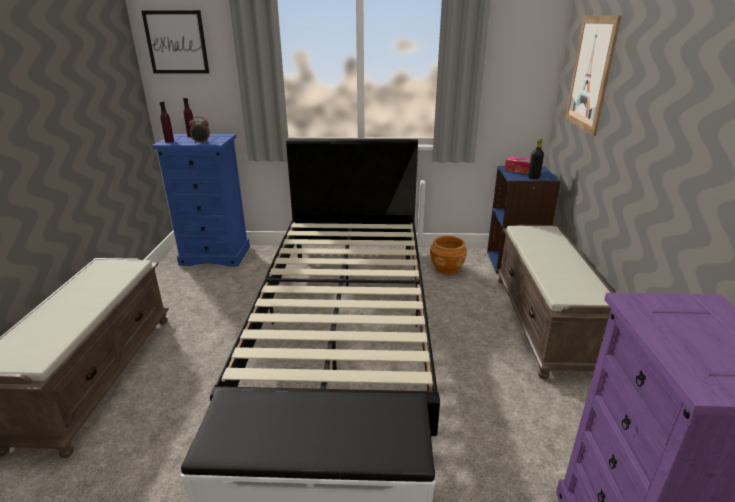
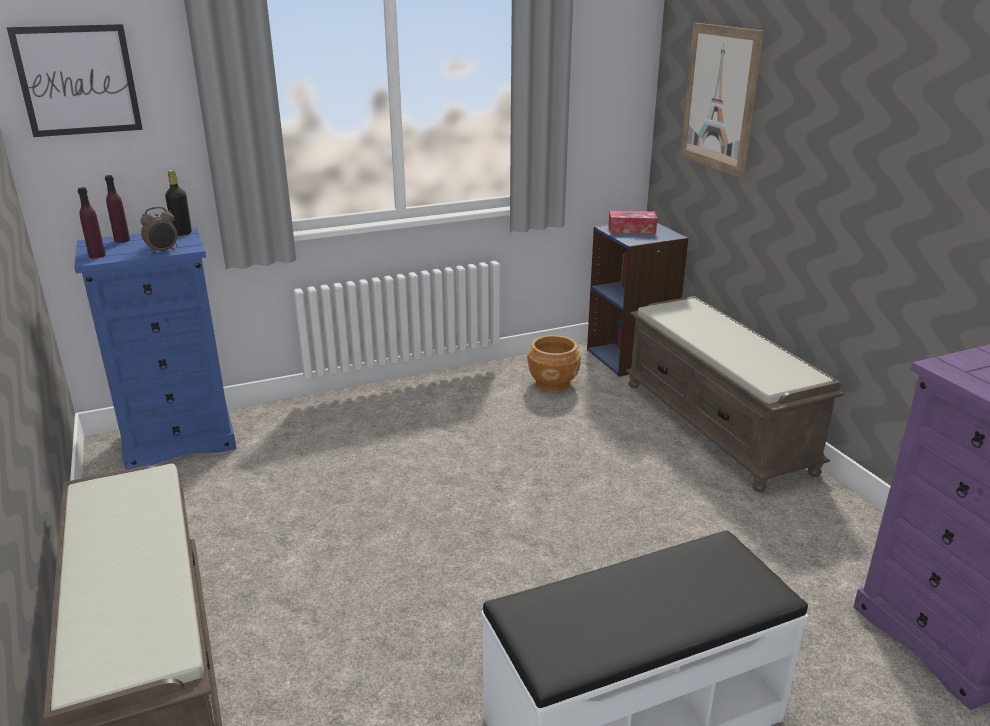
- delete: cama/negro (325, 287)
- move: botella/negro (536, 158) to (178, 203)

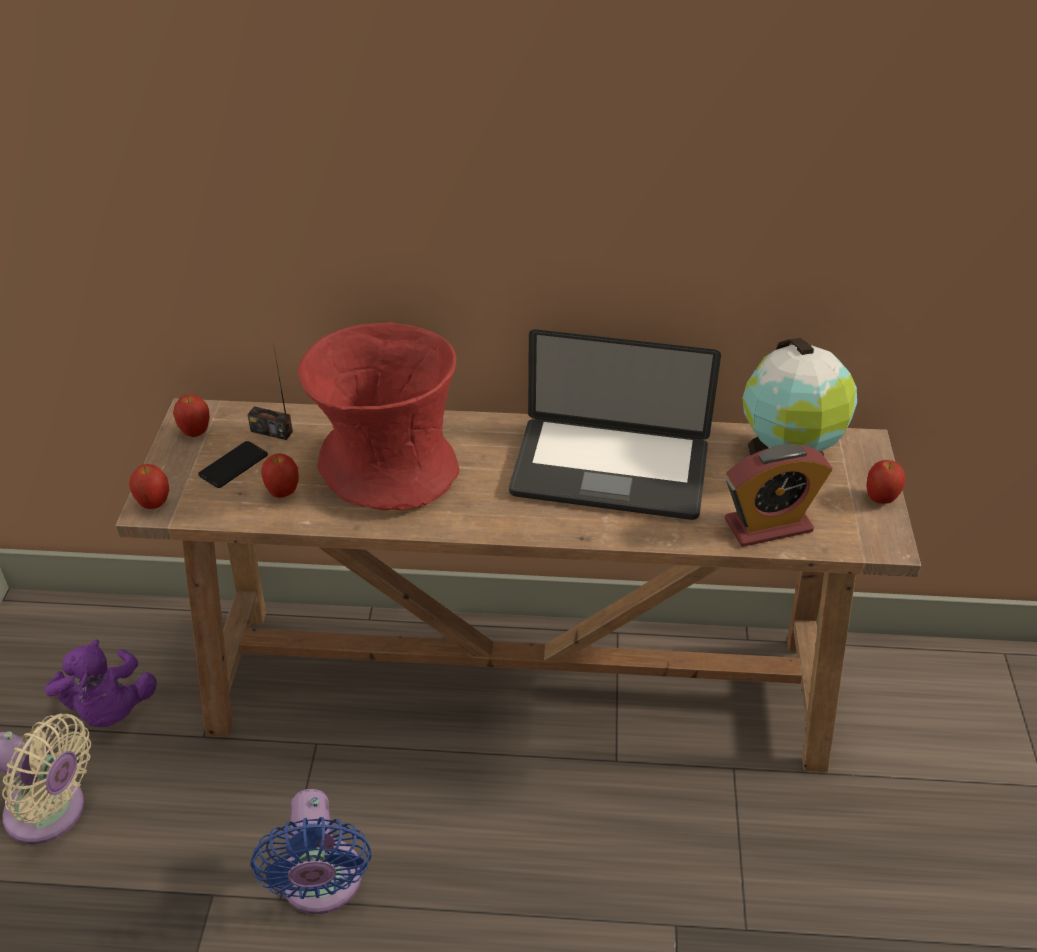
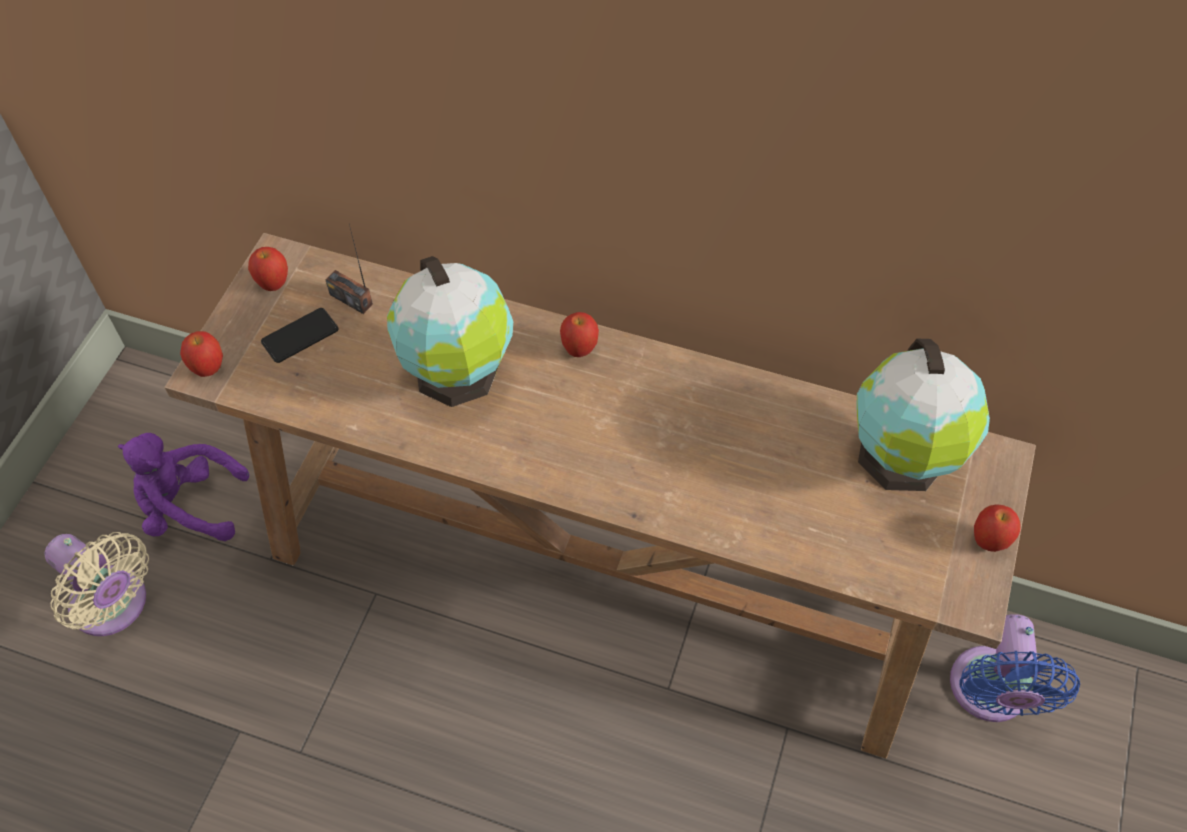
- delete: portátil (615, 424)
- delete: despertador (778, 495)
- move: ventilador/azul (311, 851) to (1015, 668)
- move: manzana (280, 475) to (579, 334)
- replace: florero/rojo (378, 416) to globo terráqueo (450, 331)
- rotate: peluche/morado (101, 683) = (183, 487) 105 degrees clockwise

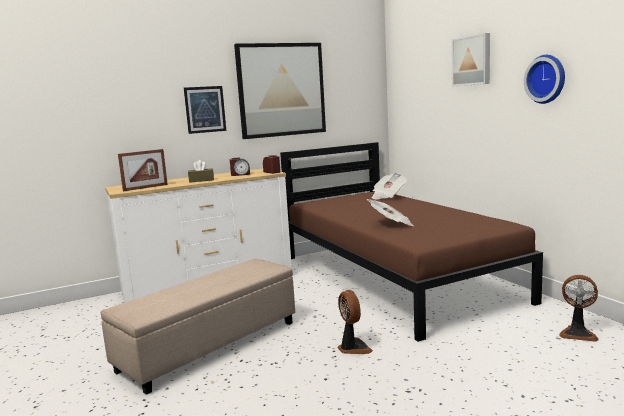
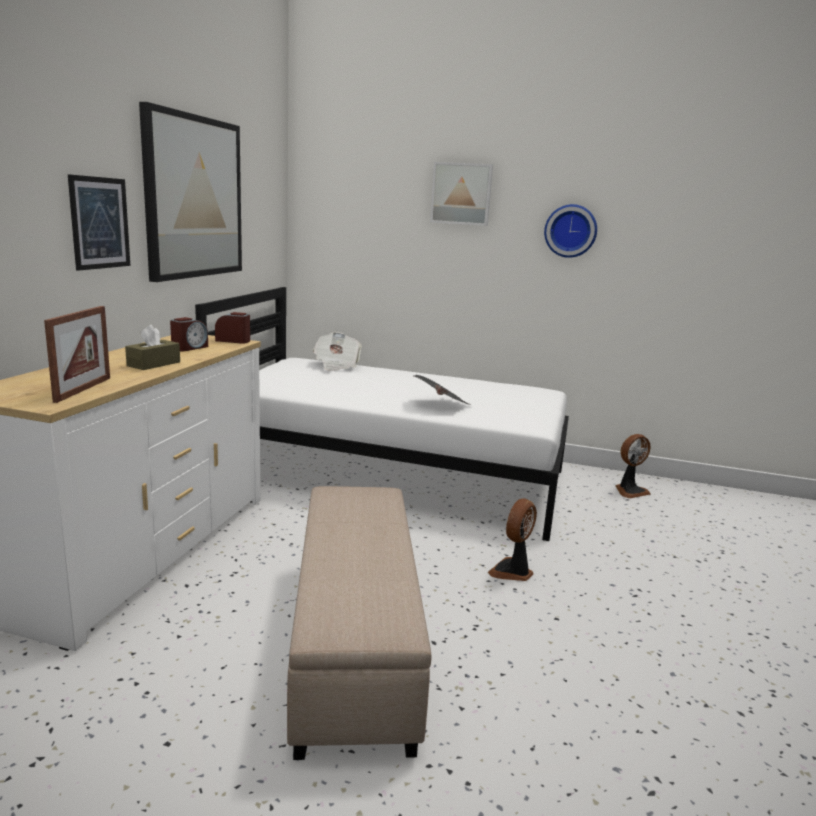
- recolor: cama/marrón (411, 242) to cama/blanco (382, 414)
- rotate: ventilador (355, 322) = (512, 539) 75 degrees counterclockwise

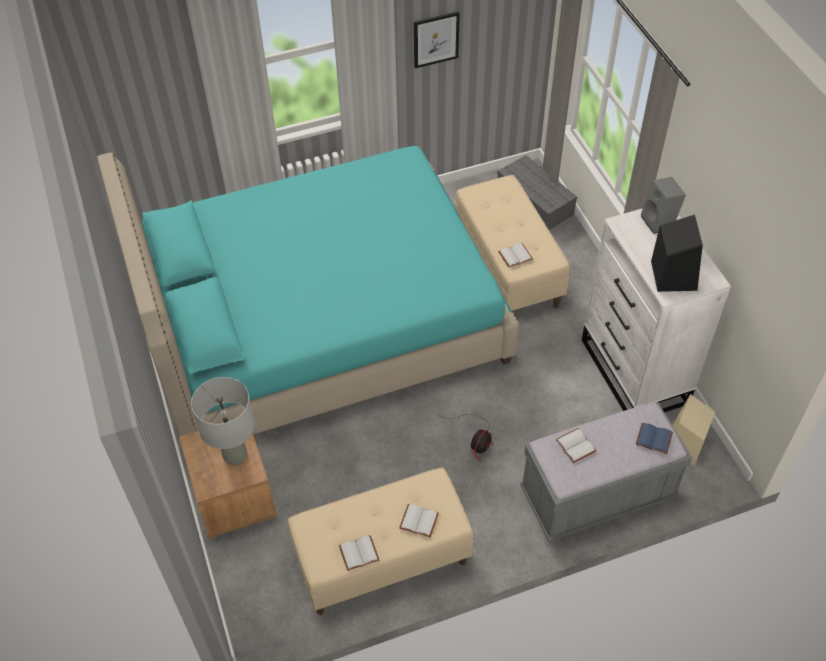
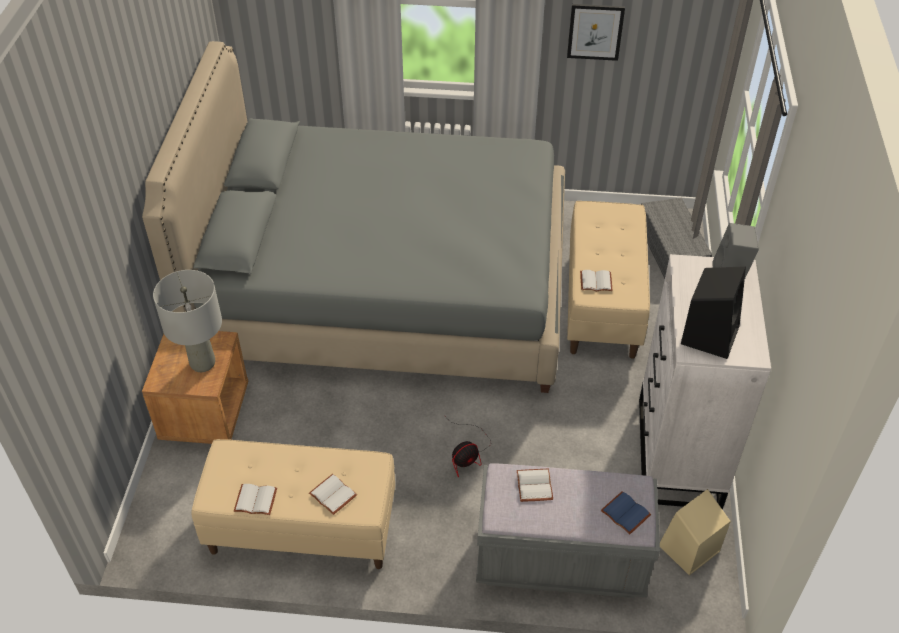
- recolor: cama/turquesa (308, 291) to cama/gris (353, 217)

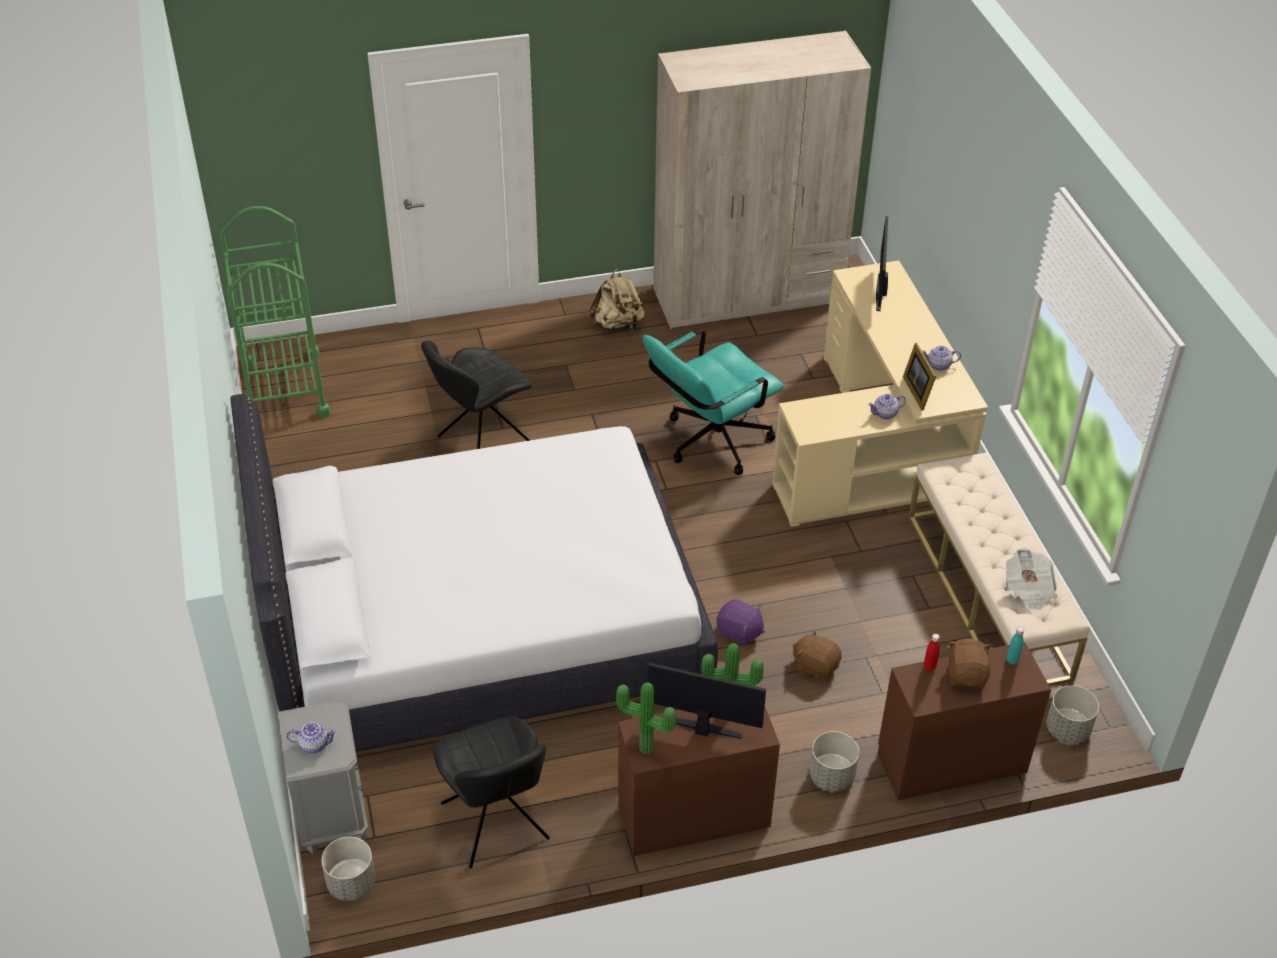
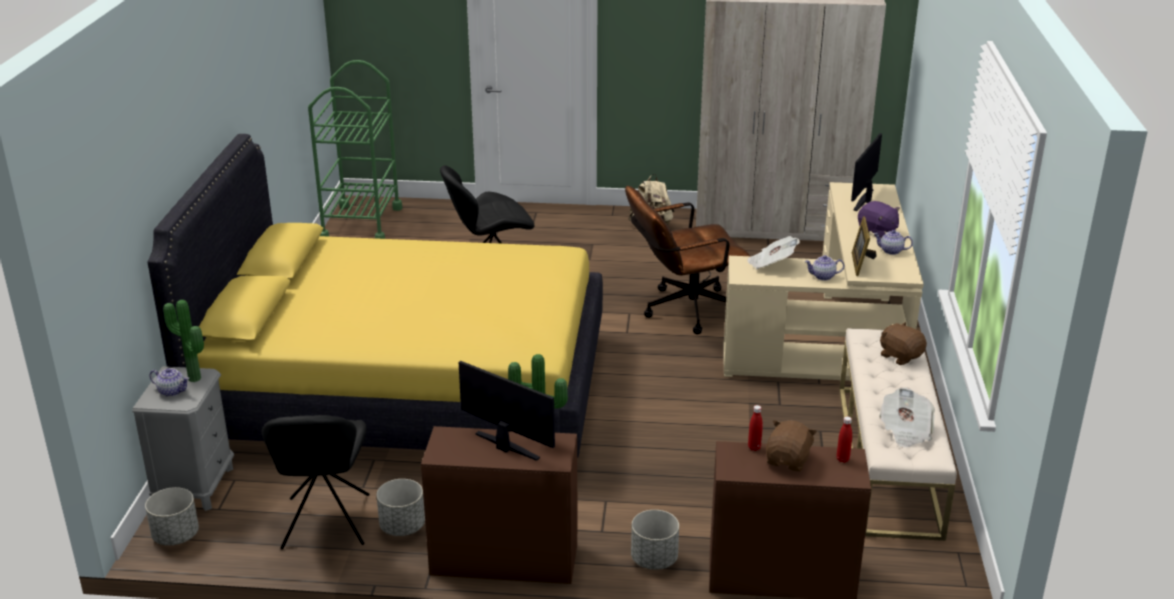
- insert: periódico (773, 253)
- move: planta en maceta (646, 718) to (183, 341)
- move: peluche/morado (740, 622) to (879, 219)
- move: peluche/marrón (817, 655) to (903, 343)
- move: maceta/gris (1073, 714) to (400, 507)
- recolor: cama/blanco (474, 573) to cama/amarillo (375, 296)
- recolor: silla de oficina/turquesa (713, 402) to silla de oficina/marrón (687, 260)
- recolor: botella/turquesa (1015, 645) to botella/rojo (844, 439)

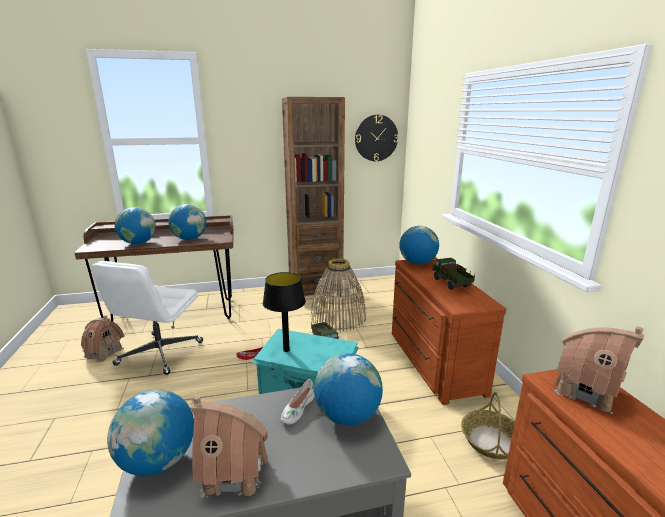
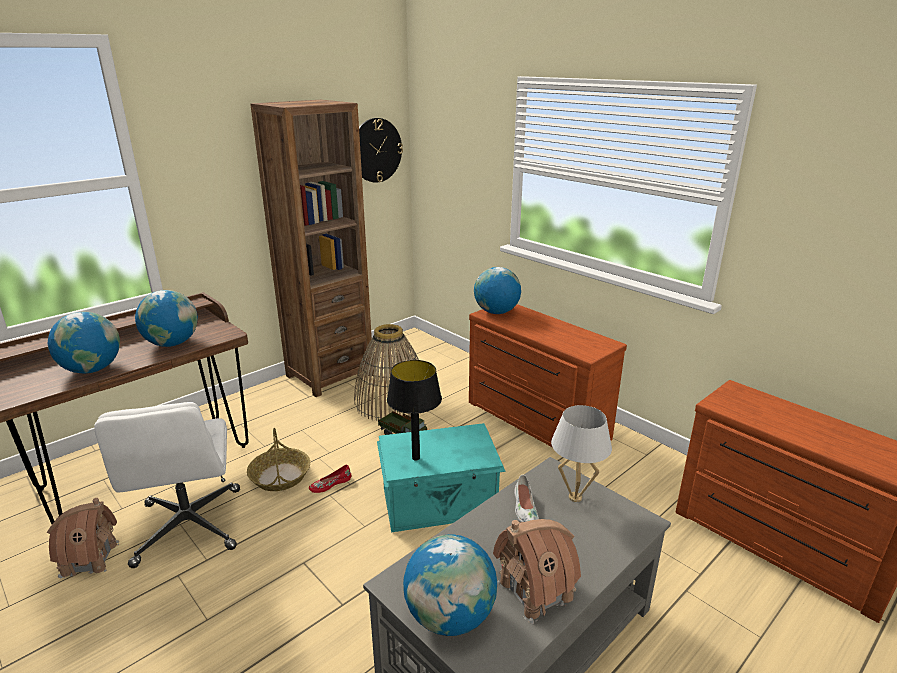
- delete: camión de juguete (453, 274)
- delete: casita (599, 370)
- move: cesta (488, 425) to (278, 459)
- replace: globo terráqueo (348, 389) to lámpara de mesa/blanco (581, 453)

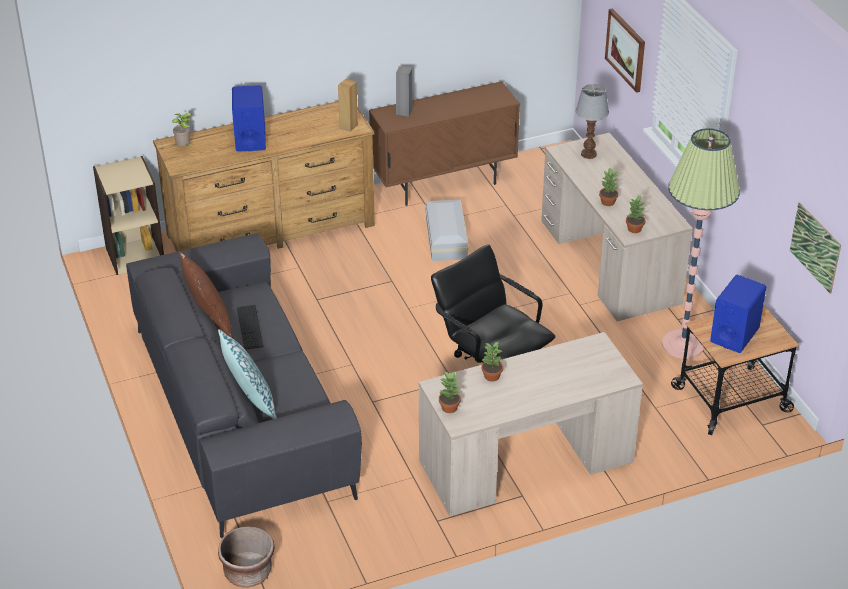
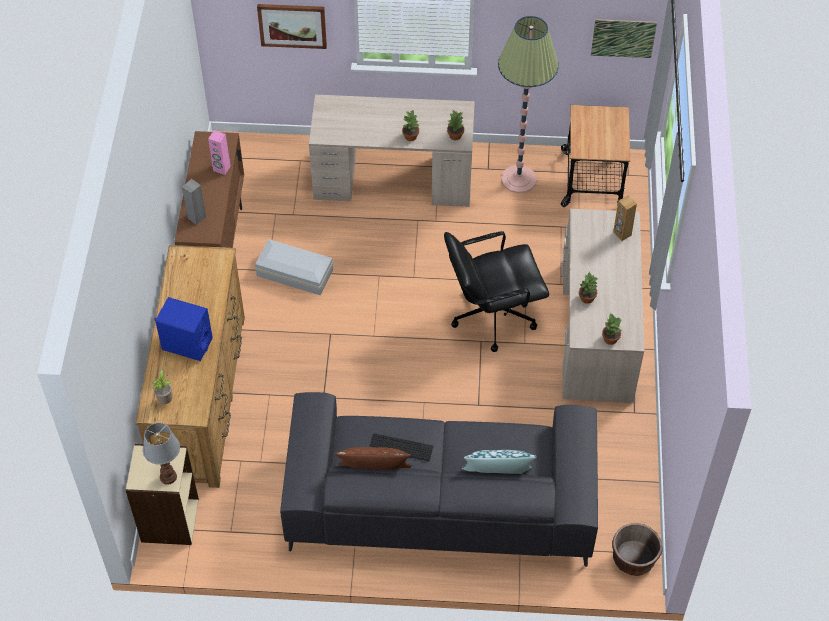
- delete: altavoz/azul (738, 314)
- insert: altavoz/rosa (219, 152)
- move: altavoz/marrón (348, 105) to (625, 218)
- move: lámpara de mesa (592, 121) to (161, 454)

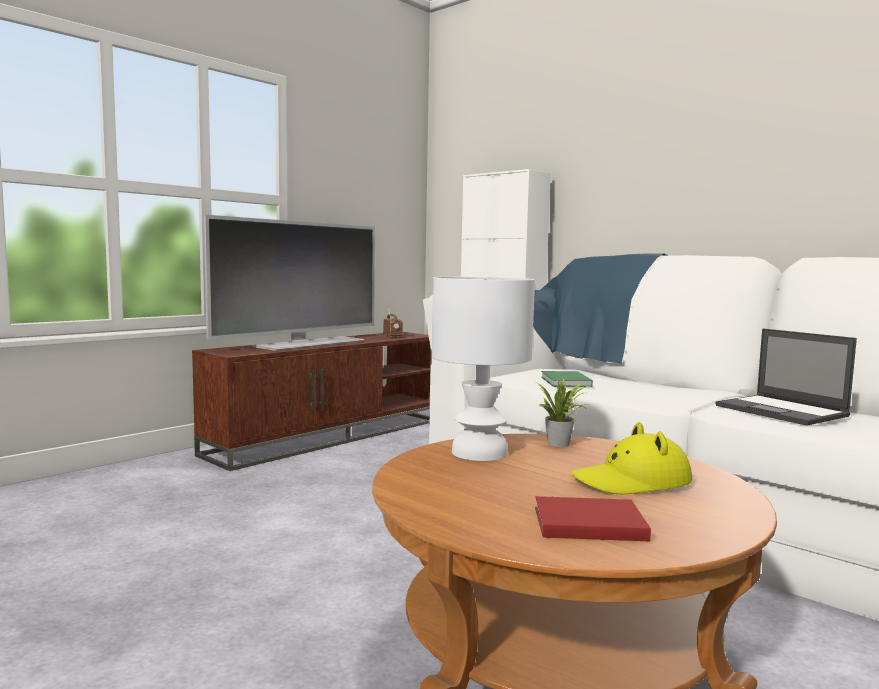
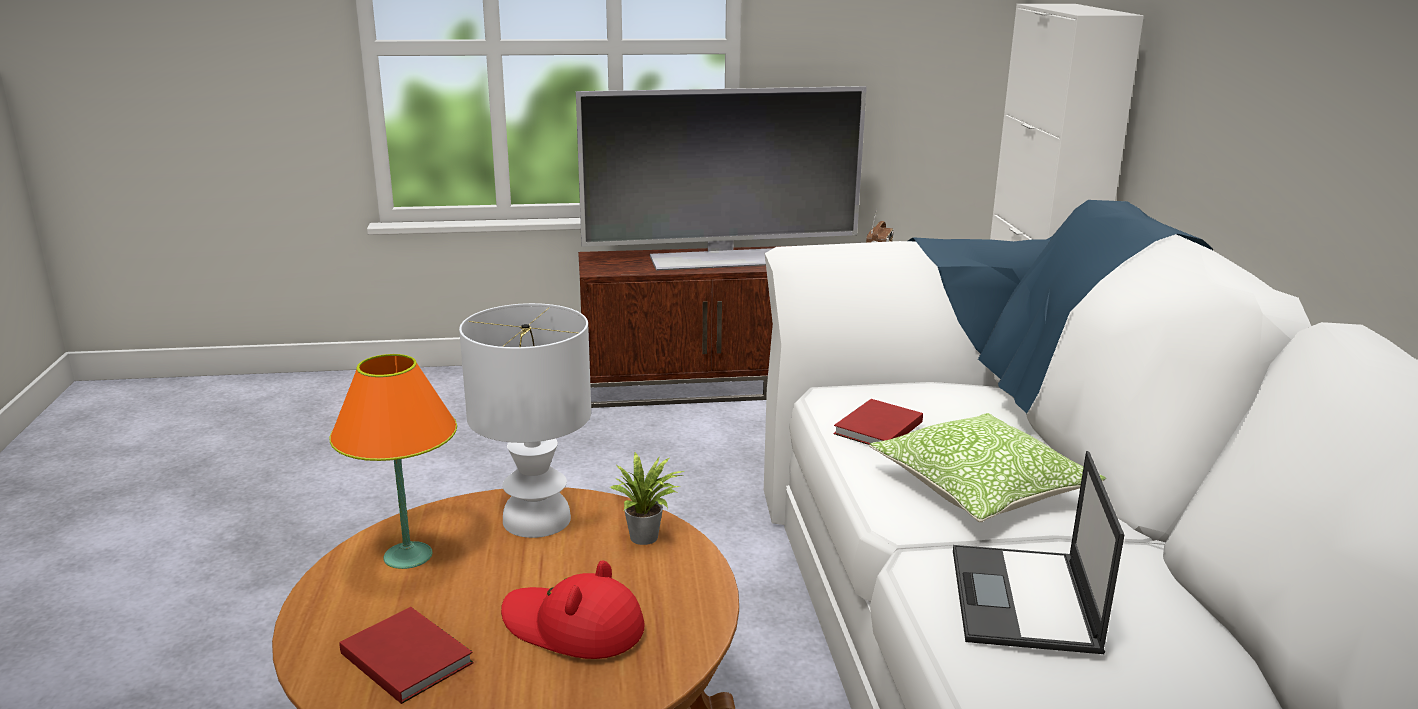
- insert: lámpara de mesa/naranja (393, 461)
- insert: cojín (987, 467)
- recolor: libro/verde (567, 379) to libro/rojo (878, 422)
- recolor: sombrero/amarillo (631, 458) to sombrero/rojo (572, 609)

